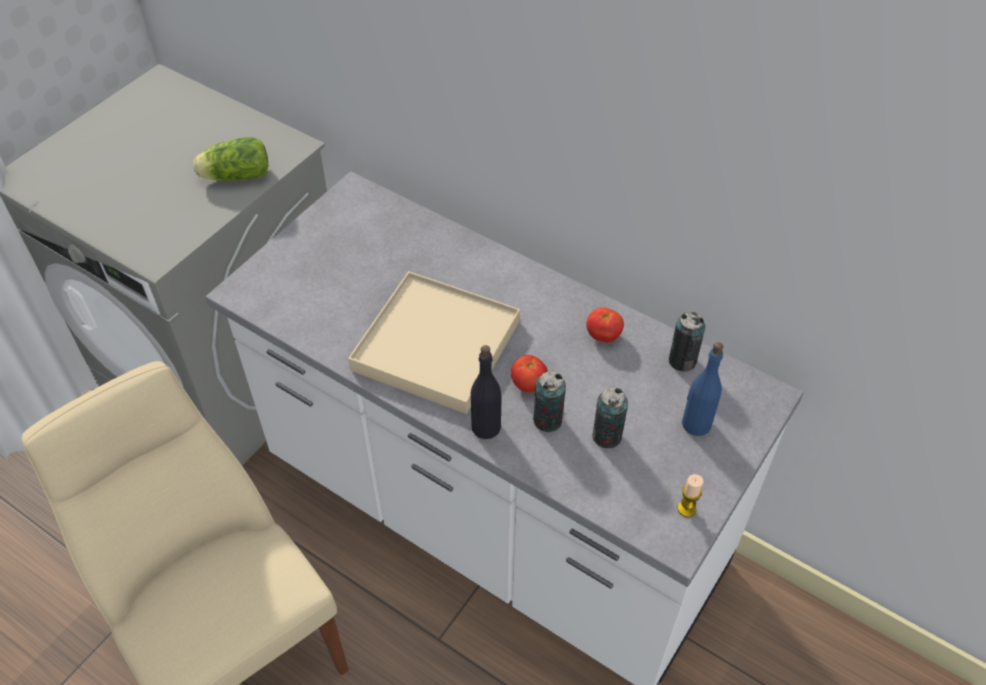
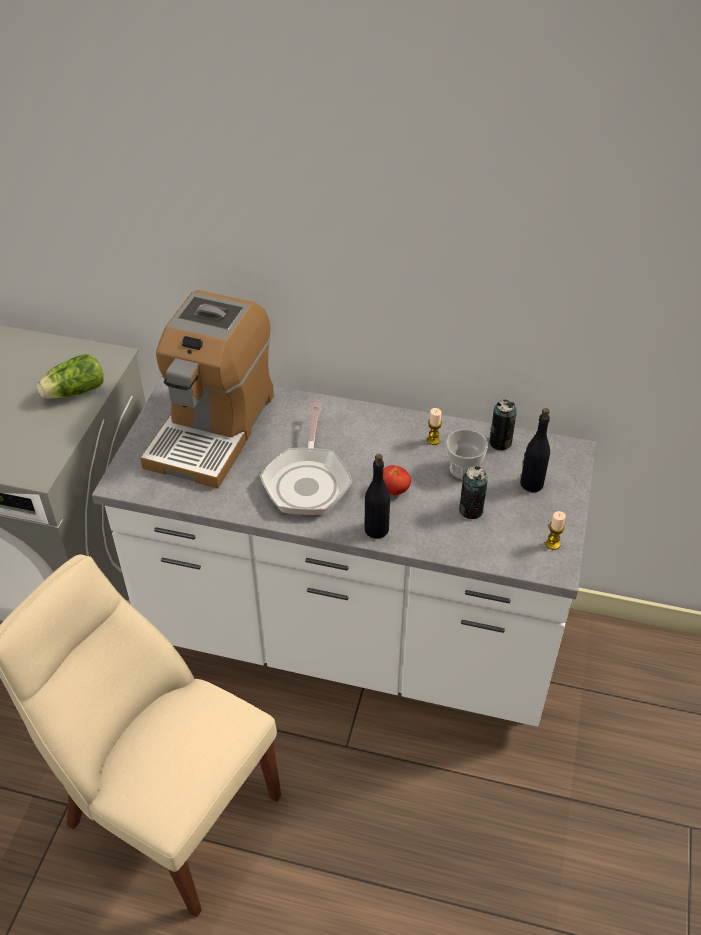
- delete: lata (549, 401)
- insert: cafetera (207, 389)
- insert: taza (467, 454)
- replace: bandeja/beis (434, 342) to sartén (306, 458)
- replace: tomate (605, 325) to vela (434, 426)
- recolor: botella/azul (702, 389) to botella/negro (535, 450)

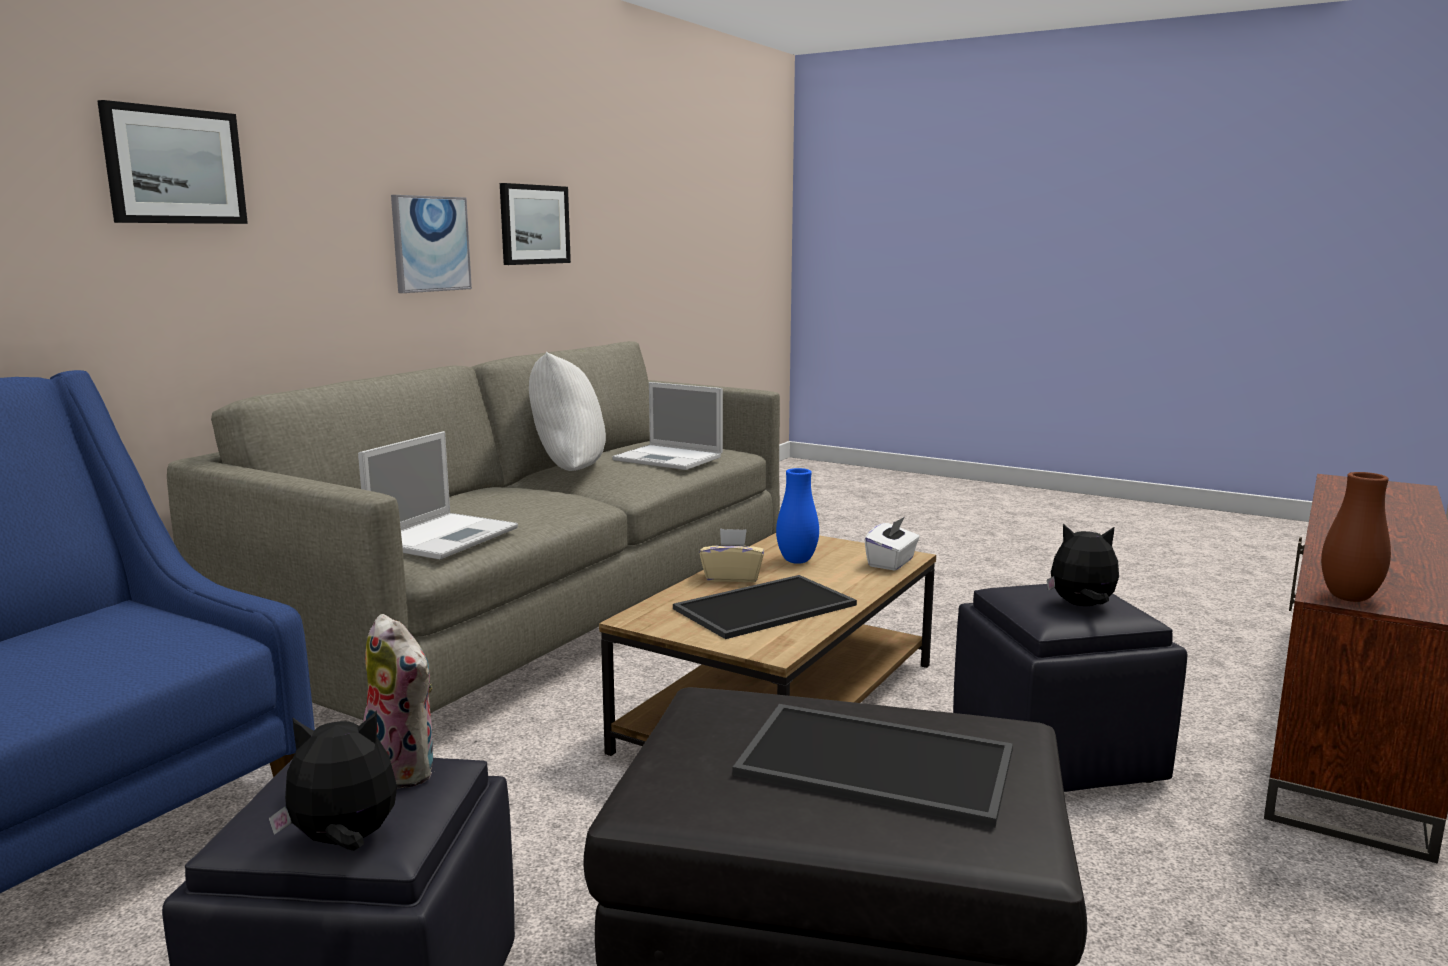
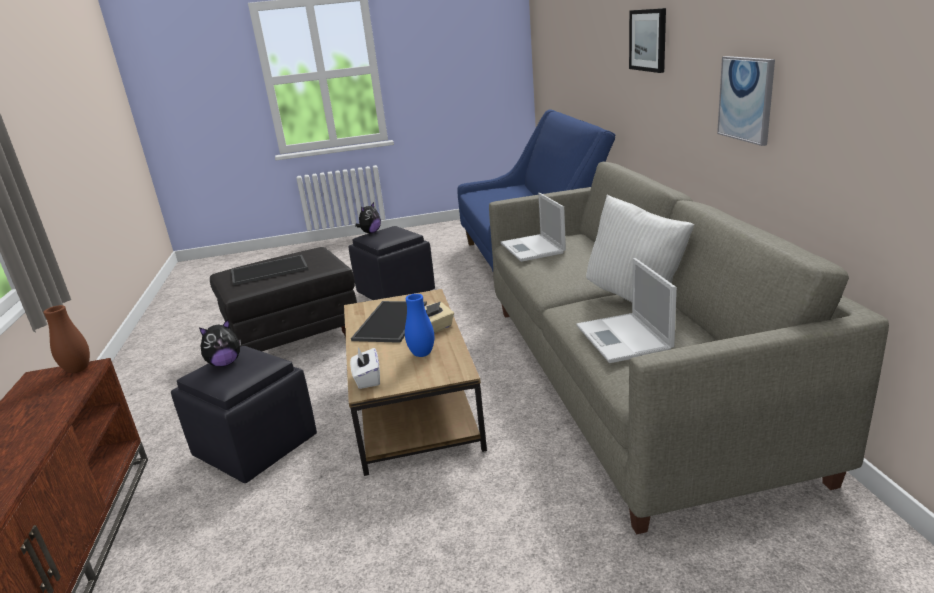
- delete: peluche (398, 701)
- delete: cuadro (535, 224)
- rotate: portátil (667, 426) = (626, 310) 90 degrees counterclockwise

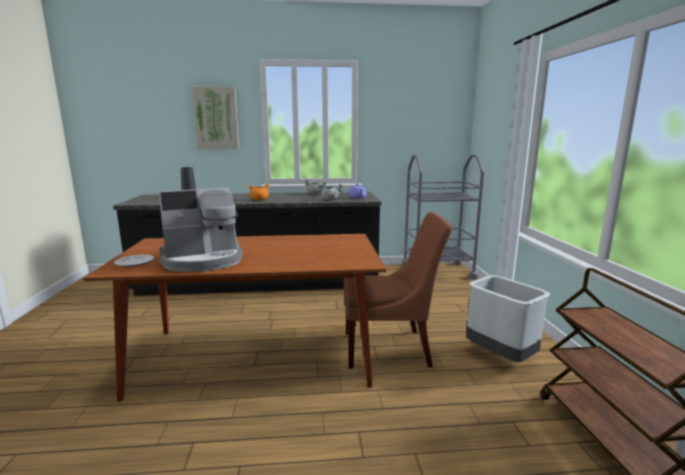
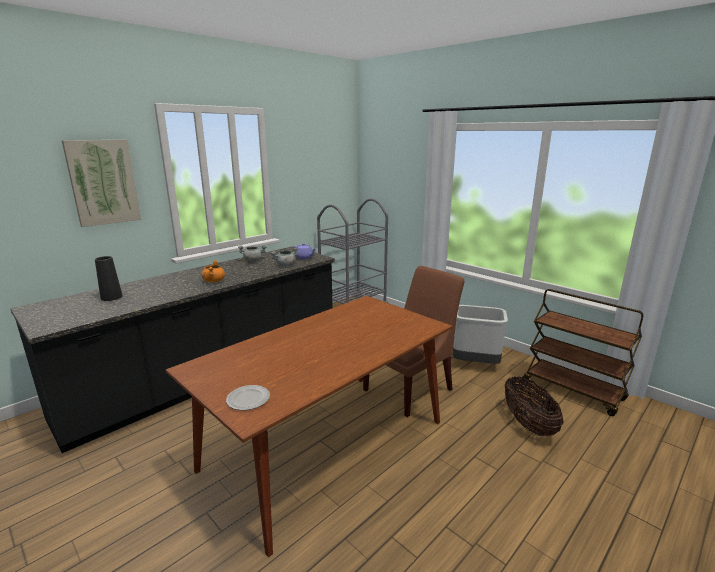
- delete: cafetera (201, 230)
- insert: cesta (534, 406)

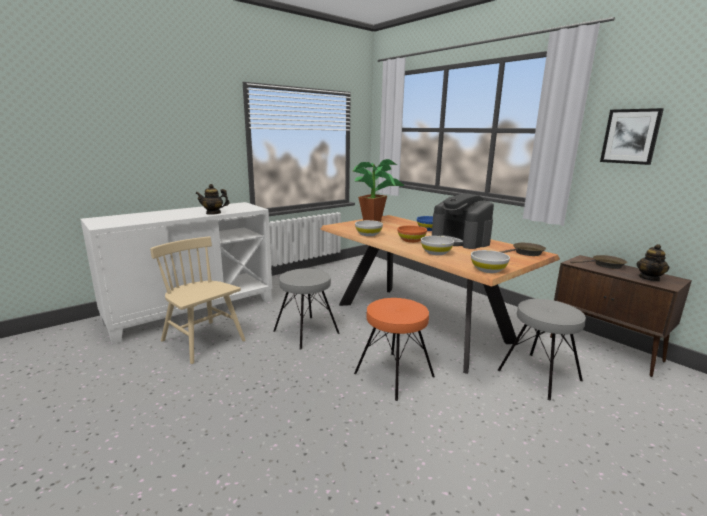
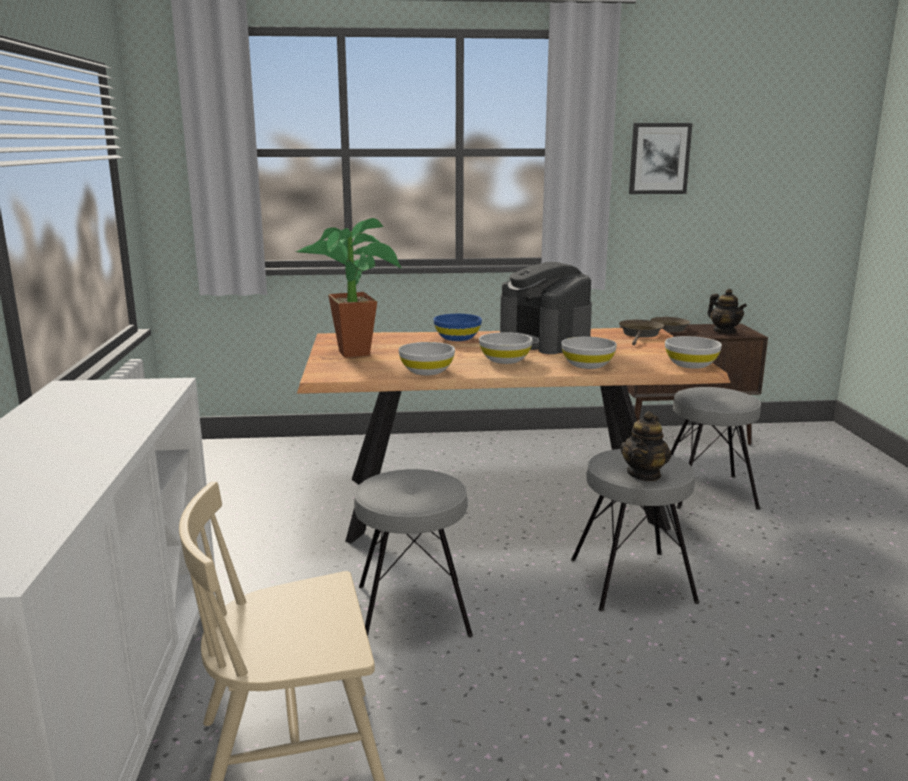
- move: tetera (212, 199) to (645, 446)
- recolor: taburete/naranja (394, 349) to taburete/gris (635, 530)
- recolor: cuenco/naranja (412, 234) to cuenco/blanco (506, 348)
- rotate: cafetera (463, 221) = (546, 308) 60 degrees clockwise

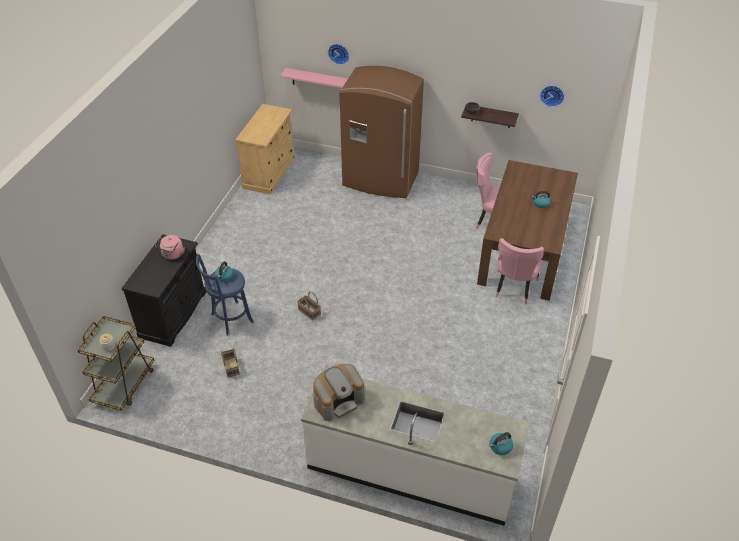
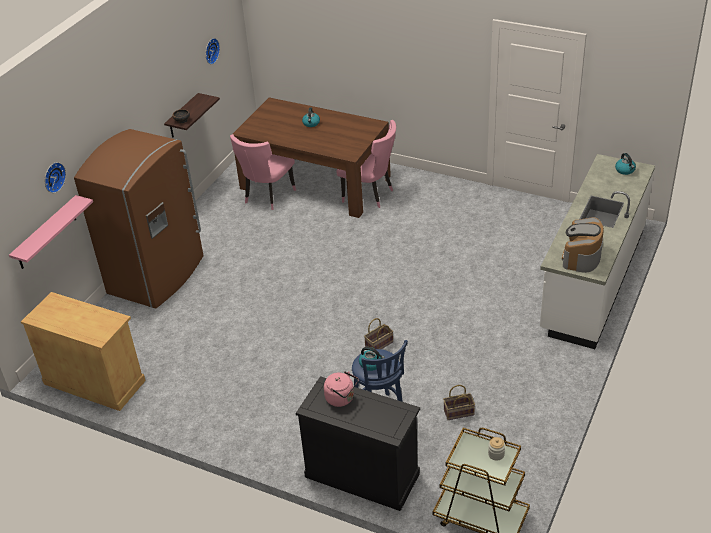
- rotate: cafetera (339, 392) = (583, 245) 135 degrees counterclockwise

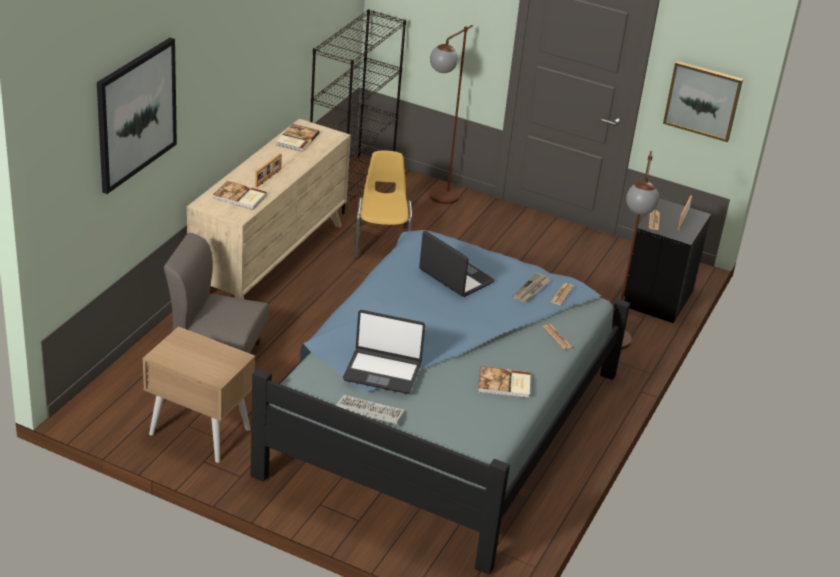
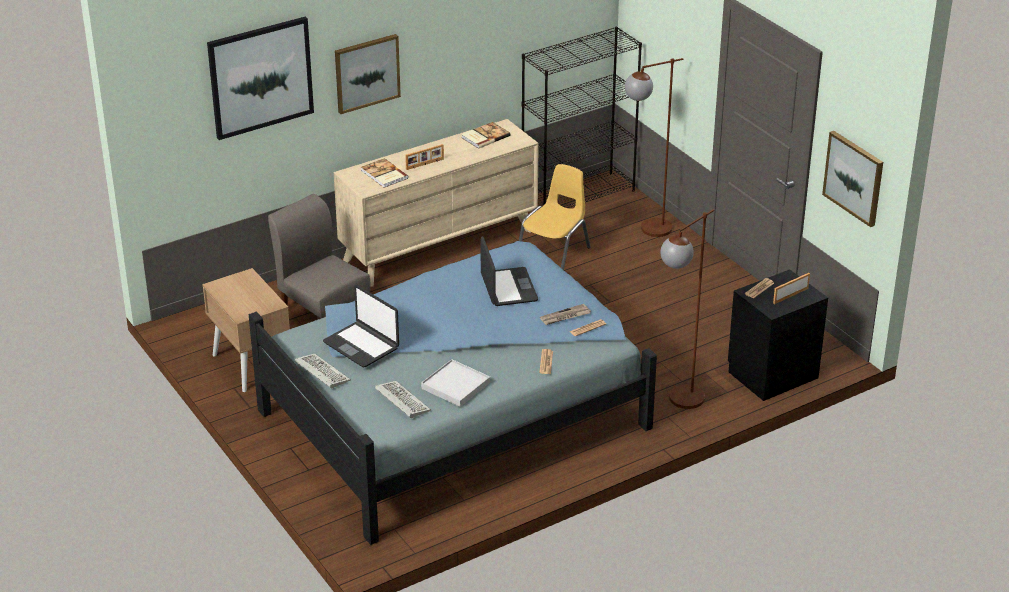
- insert: cuadro (368, 74)
- insert: teclado (403, 399)
- replace: libro (504, 382) to bandeja/blanco (455, 383)

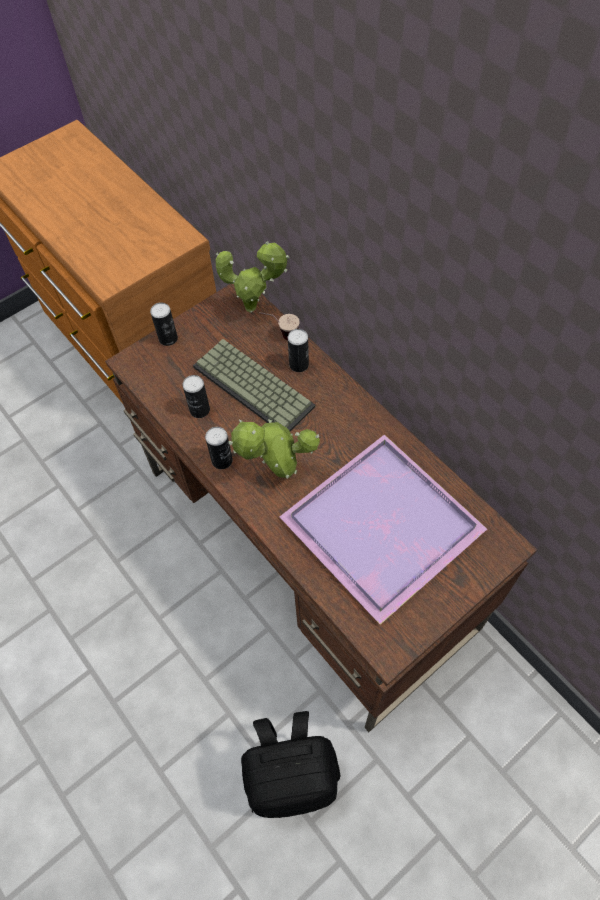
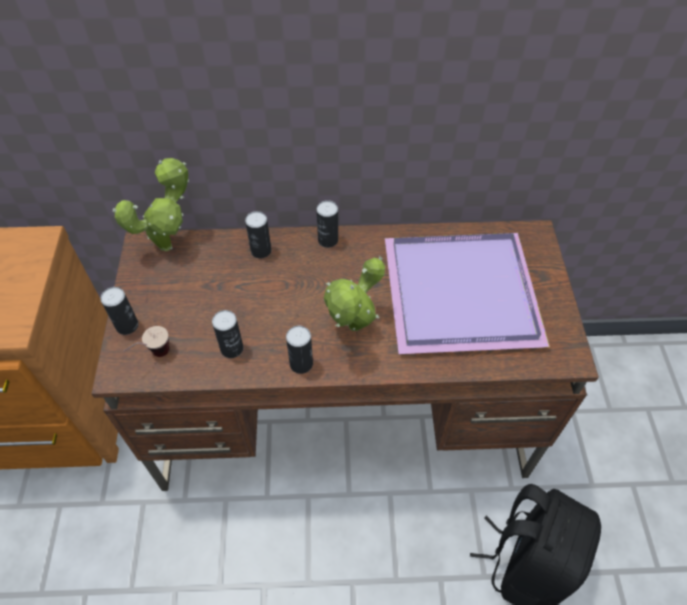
- delete: teclado (254, 385)
- insert: lata (327, 224)
- move: taza (280, 326) to (146, 341)

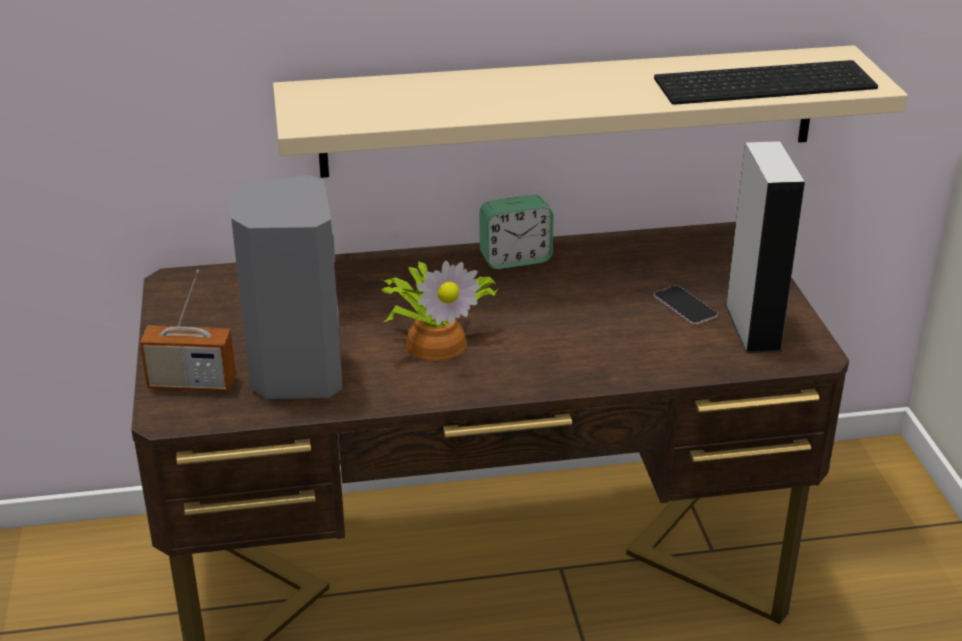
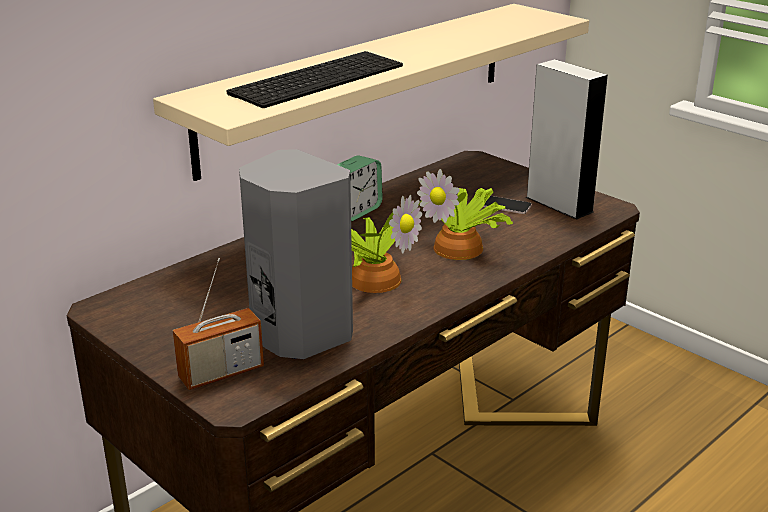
- insert: planta en maceta (465, 214)
- move: teclado (766, 82) to (315, 79)

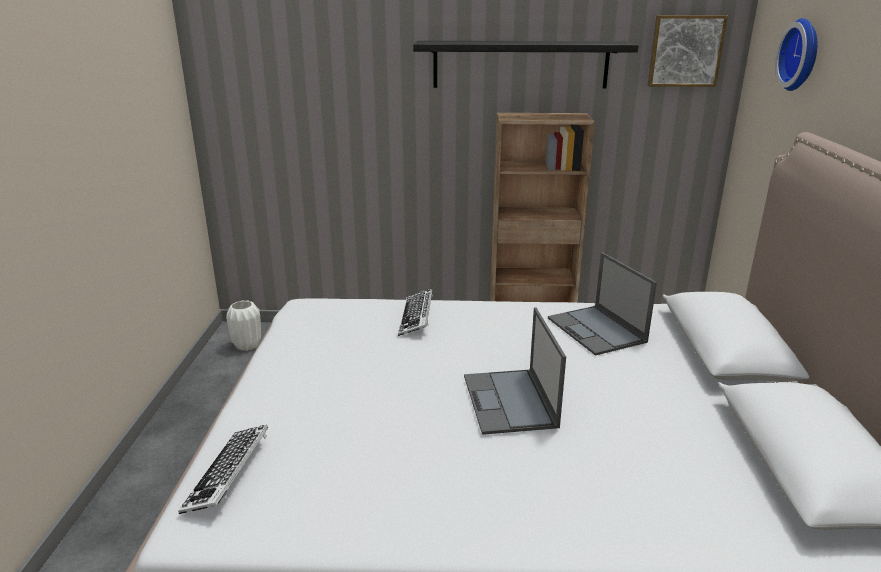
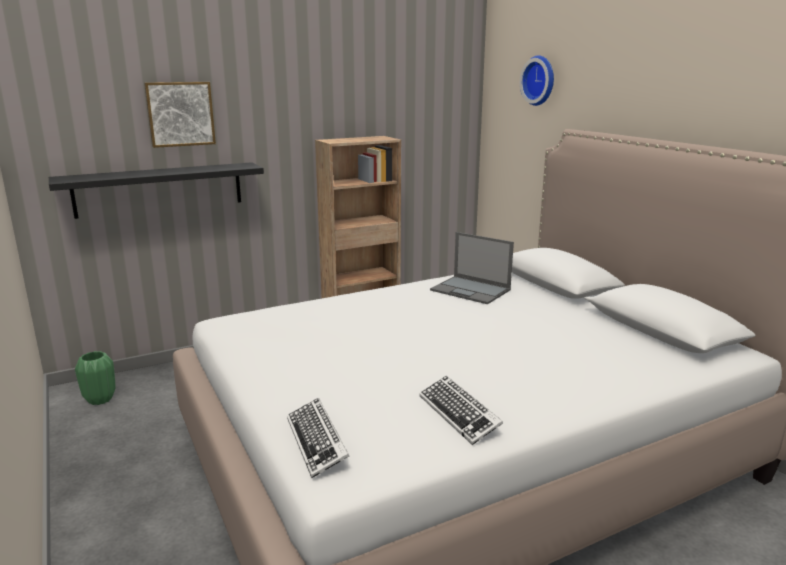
- delete: portátil (515, 371)
- move: teclado (415, 312) to (461, 410)
- move: estante/negro (526, 65) to (156, 190)
- move: cuadro (688, 51) to (180, 115)
- recolor: florero/blanco (243, 325) to florero/verde (95, 378)

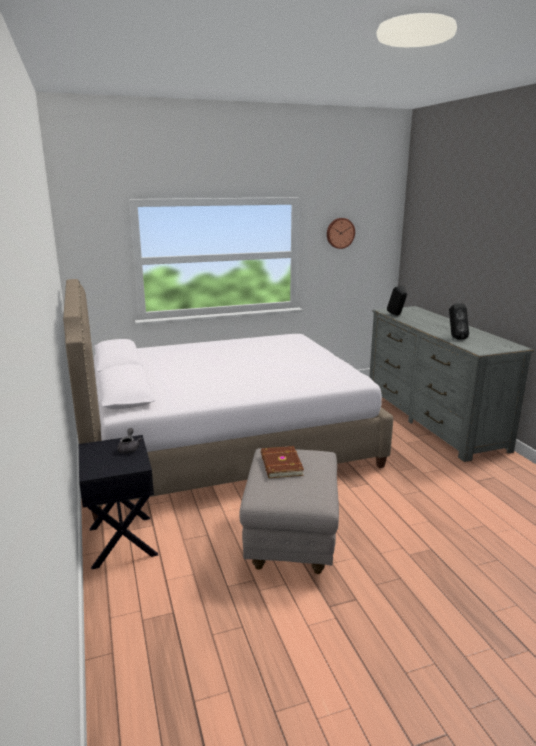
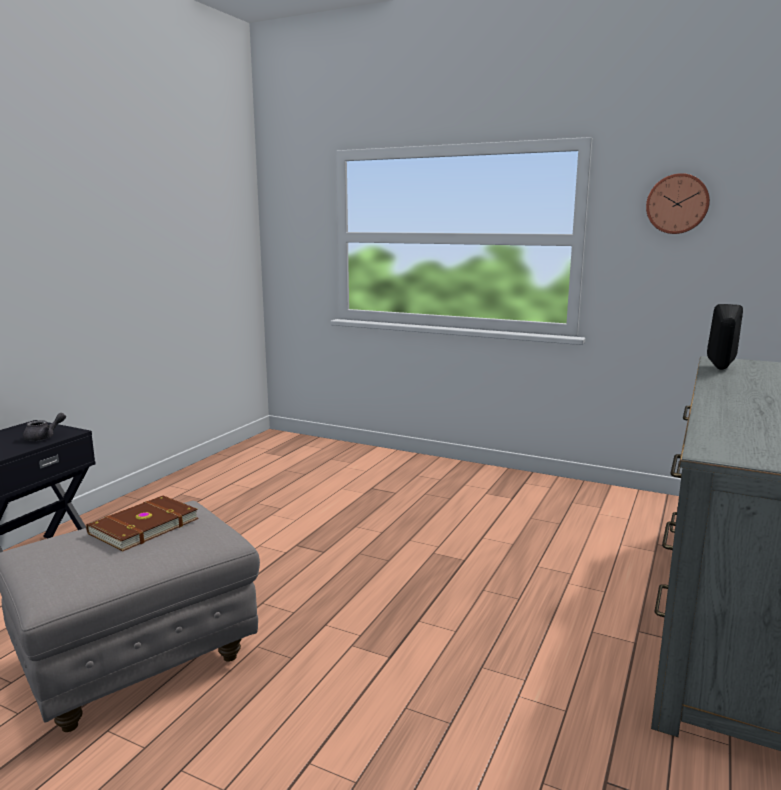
- delete: cama/blanco (228, 400)
- delete: altavoz/negro (459, 321)

